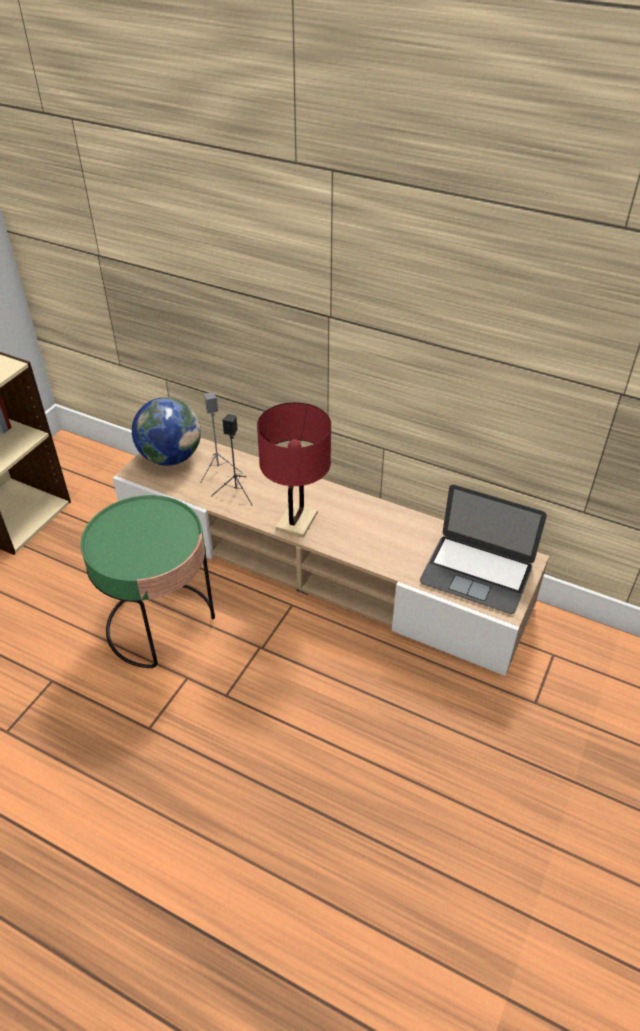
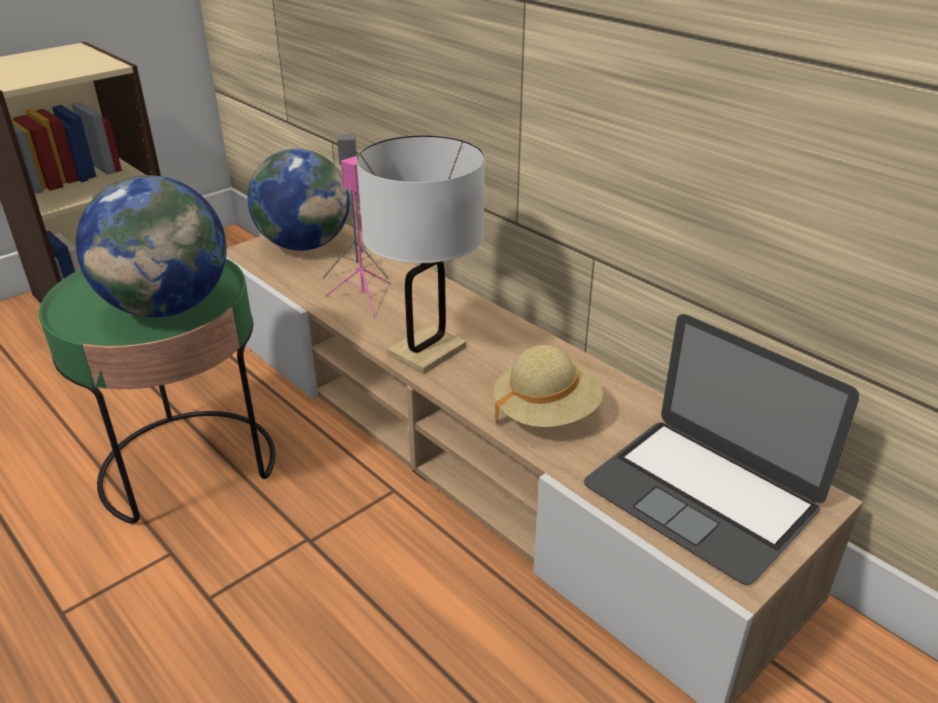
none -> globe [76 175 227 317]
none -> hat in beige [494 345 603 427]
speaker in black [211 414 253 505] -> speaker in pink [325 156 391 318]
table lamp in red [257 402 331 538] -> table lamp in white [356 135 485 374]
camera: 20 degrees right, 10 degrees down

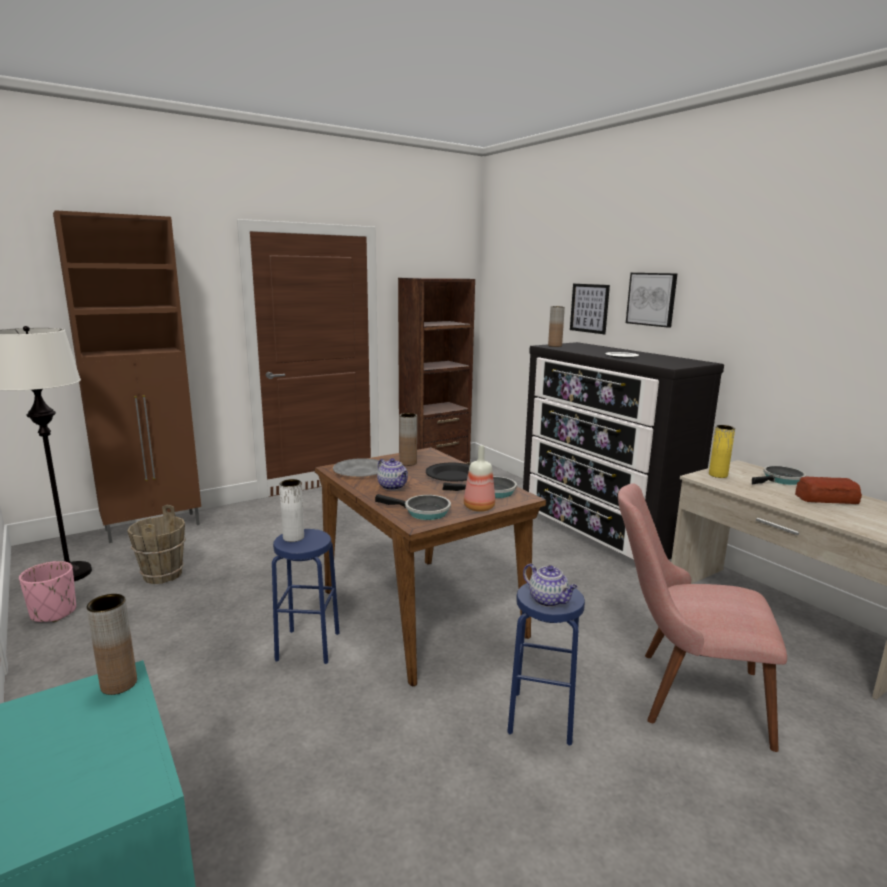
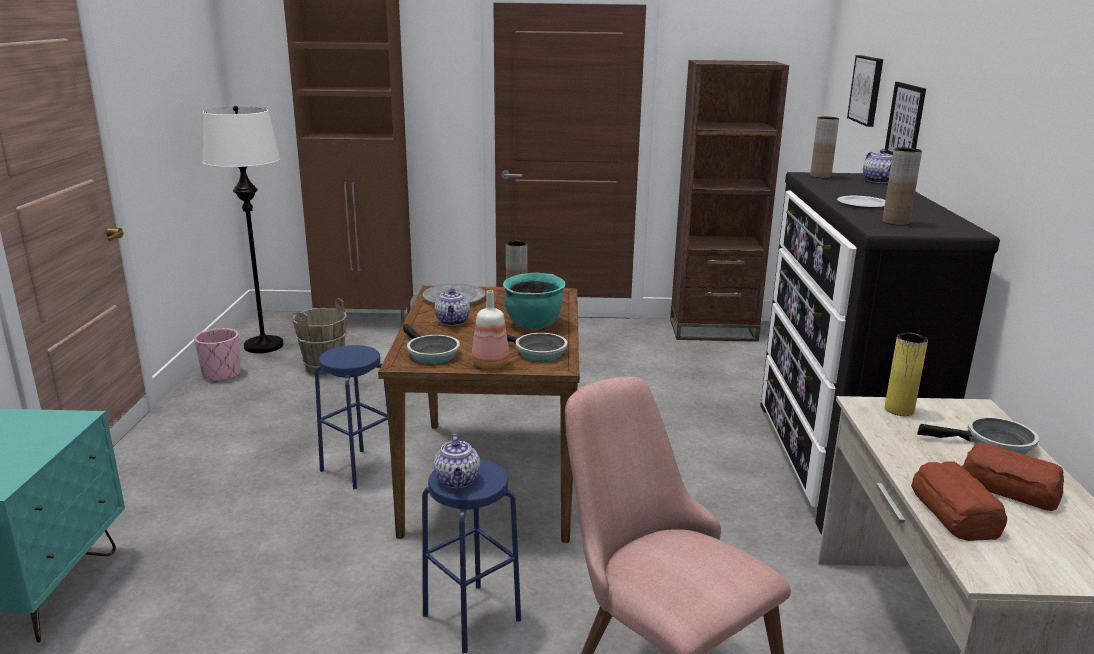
vase in white [279 479 304 542] -> none
none -> teapot [863 149 893 183]
none -> bread [911 461 1007 541]
vase in brown [86 594 137 695] -> vase in brown [882 148 922 225], move
picture [626 273 678 328] -> picture [847 55 883 127], move
plate in black [426 463 470 481] -> cooking pot in turquoise [503 273 566 329]
camera: 35 degrees right, 5 degrees up

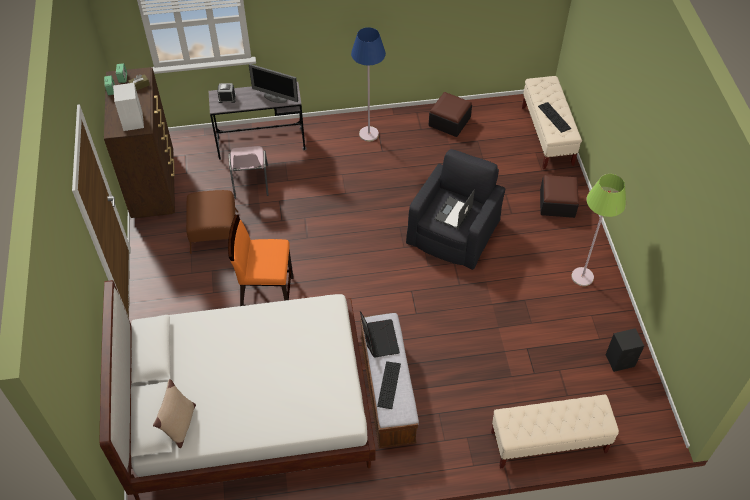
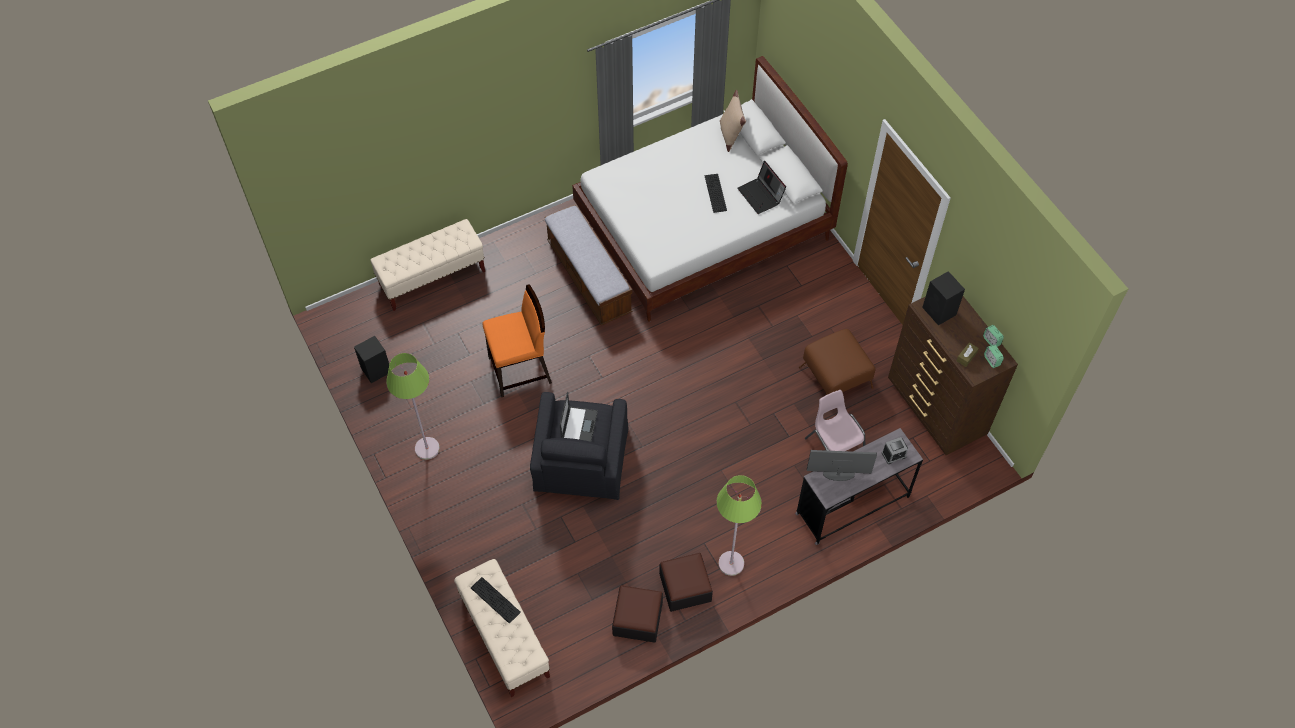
chair in orange [228 215 294 306] -> chair in orange [483 284 552 397], move
laptop [360 311 400 358] -> laptop [737 161 786 214], move
keyboard [377 361 401 409] -> keyboard [705 174 727 213], move
ottoman [540 175 579 218] -> ottoman [659 553 713 612], move
speaker in white [113 83 144 131] -> speaker in black [922 271 965 325]
floor lamp in blue [351 27 386 142] -> floor lamp in green [716 475 762 576]
camera: 160 degrees right, 5 degrees up

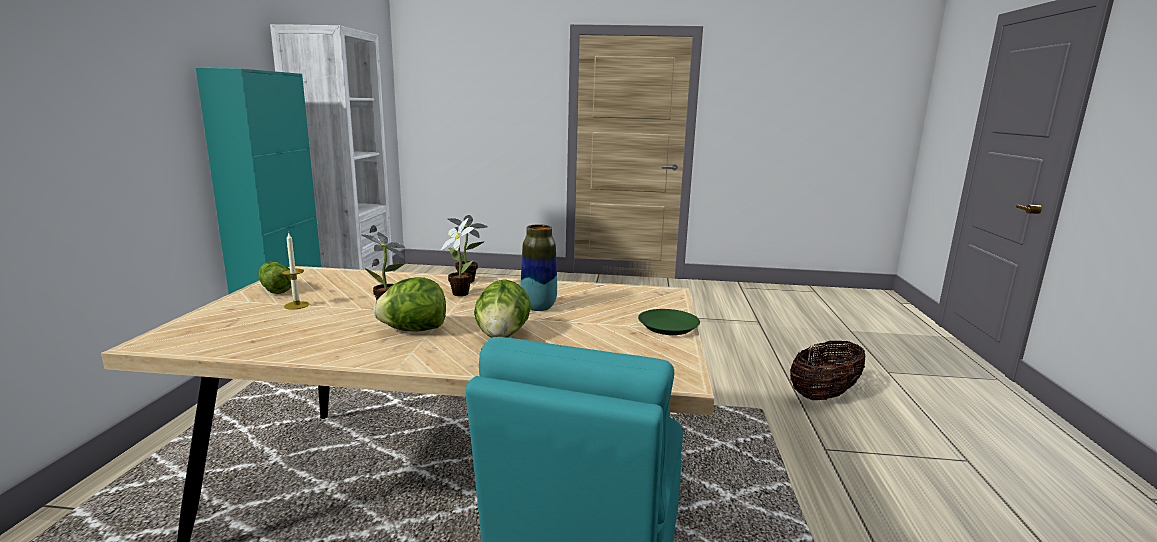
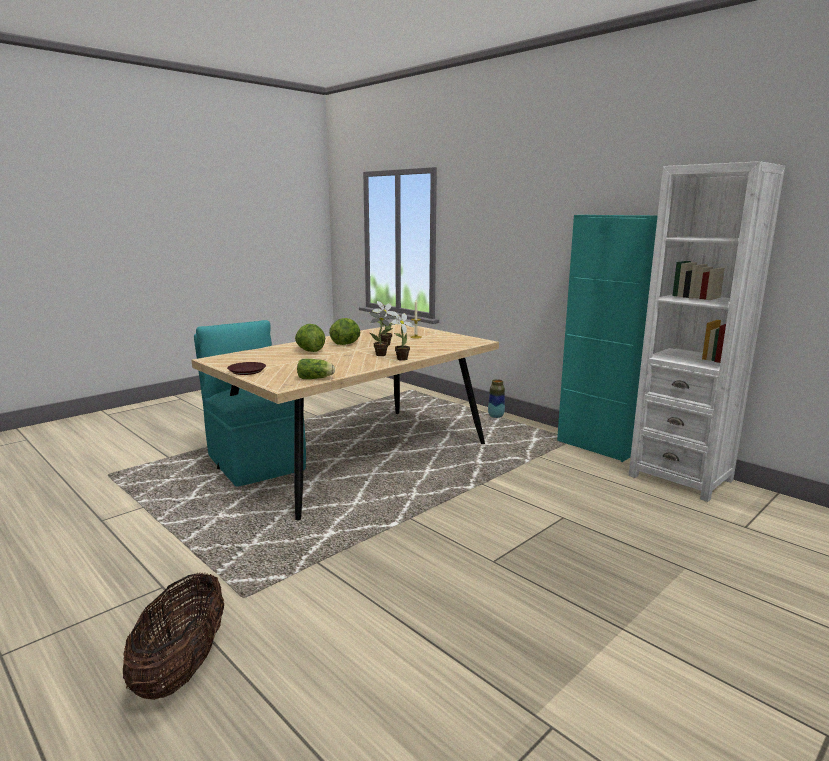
lettuce [258 262 291 294] -> lettuce [297 359 335 379], move
vase [520 224 557 311] -> vase [488 379 505 418], move
plate in green [638 309 700 335] -> plate in brown [227 362 266 375]
camera: 130 degrees right, 0 degrees up

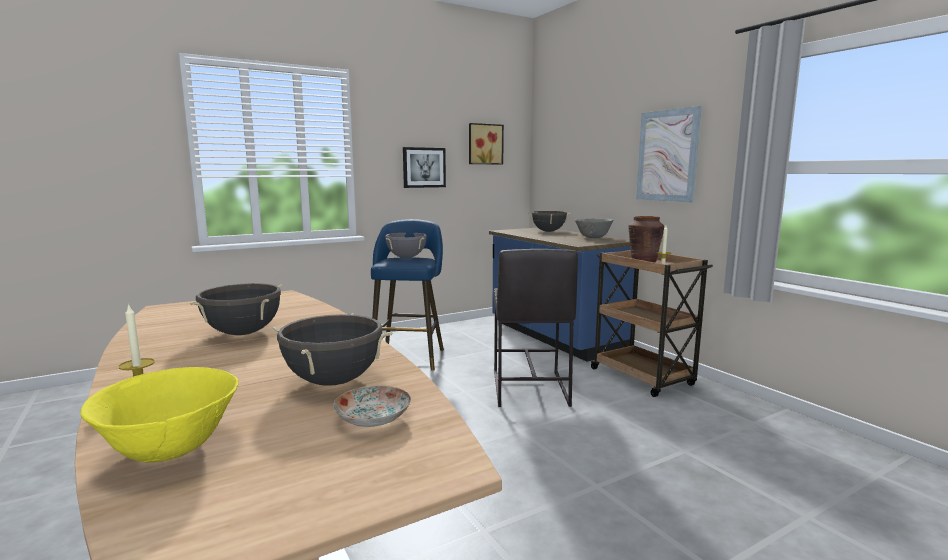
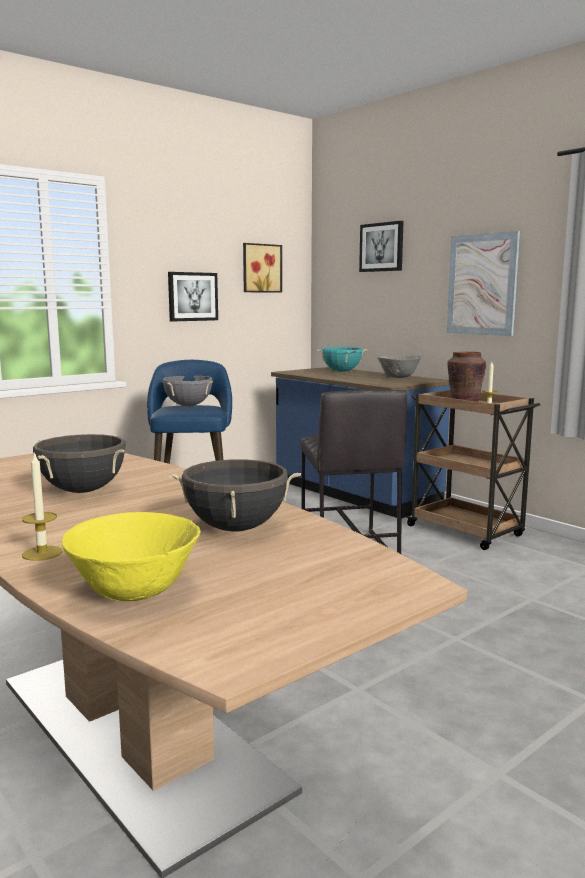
plate [333 386 411 427] -> none
none -> picture [359 221 404 272]
cooking pot in black [528 211 571 232] -> cooking pot in turquoise [317 347 367 372]
camera: 10 degrees left, 0 degrees up

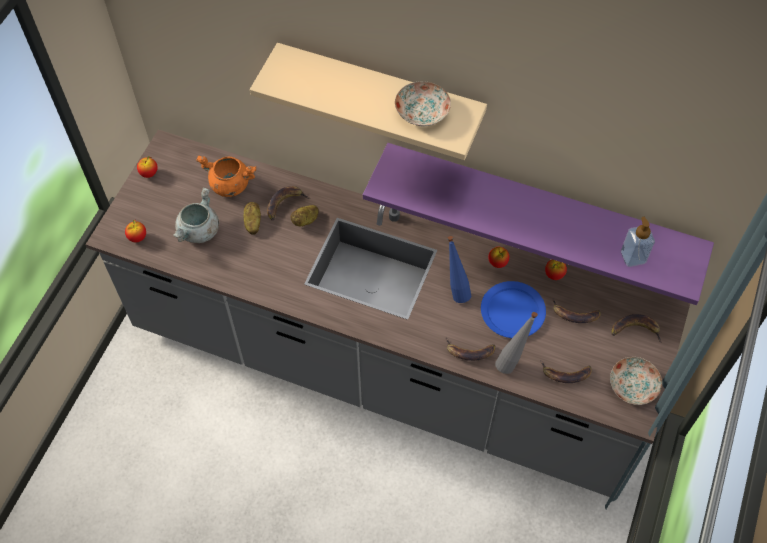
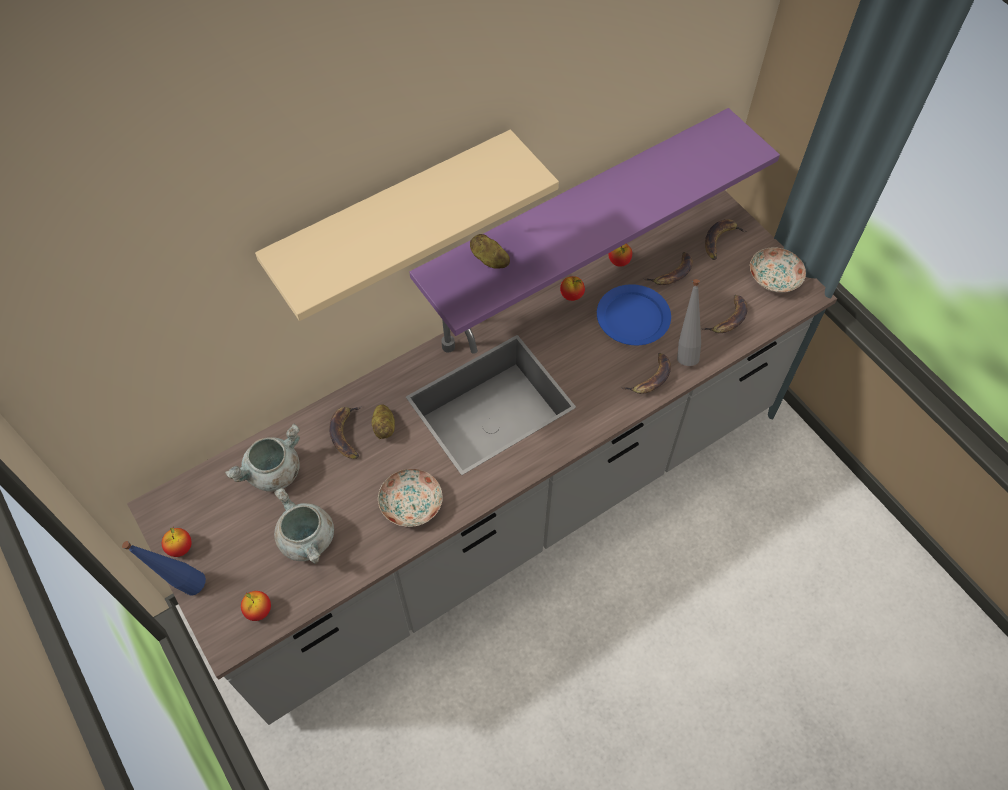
soap dispenser [621 217 655 267] -> none
potato [243 202 261 235] -> potato [470 234 510 269], move
plate [395 81 451 127] -> plate [378 469 443 527], move
bottle in blue [447 236 471 303] -> bottle in blue [122 541 206 596], move
cooking pot in orange [196 156 256 197] -> cooking pot in grey [225 424 300 492]
camera: 55 degrees left, 0 degrees up

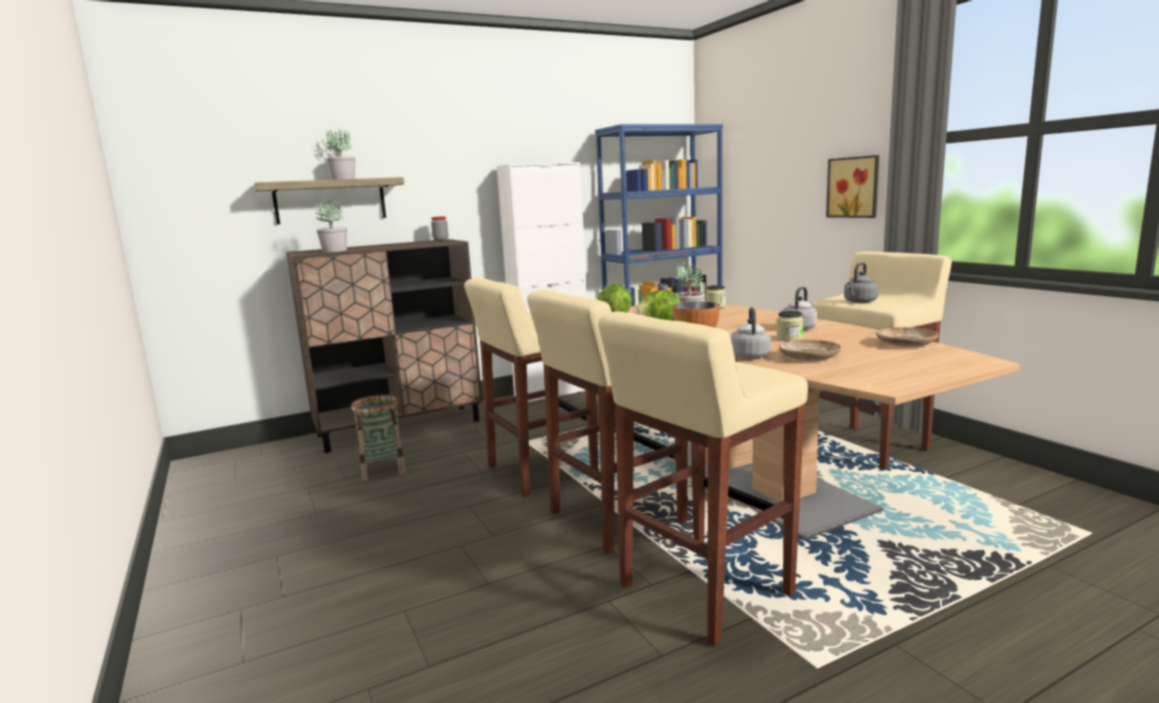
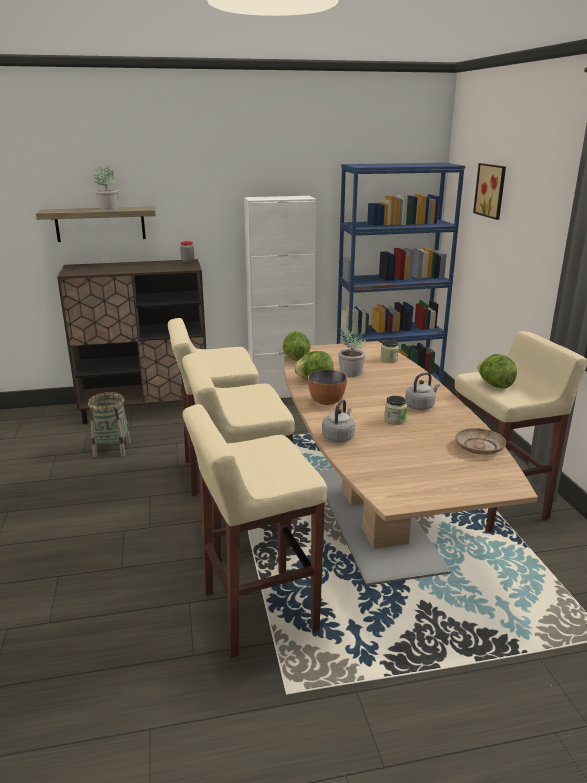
potted plant [315 198 347 252] -> none
plate in beige [779 340 841 361] -> none
picture [826 155 879 218] -> picture [473 163 506 220], move
kettle in grey [844 262 879 303] -> lettuce [477 354 517 389]
camera: 15 degrees right, 10 degrees up

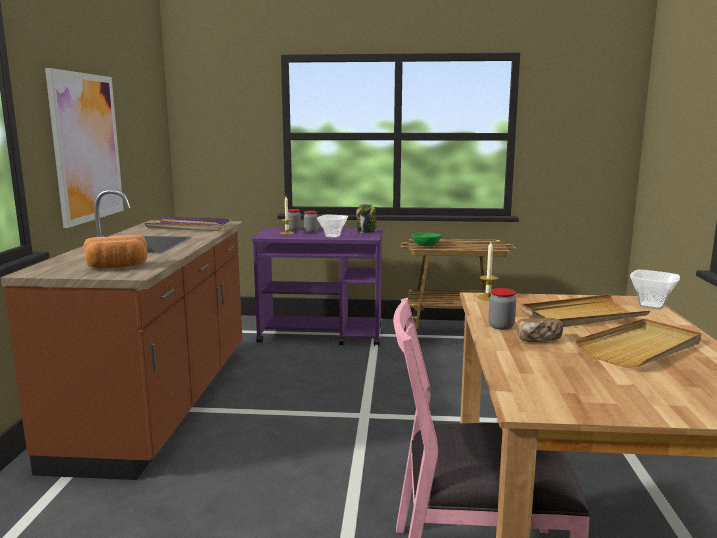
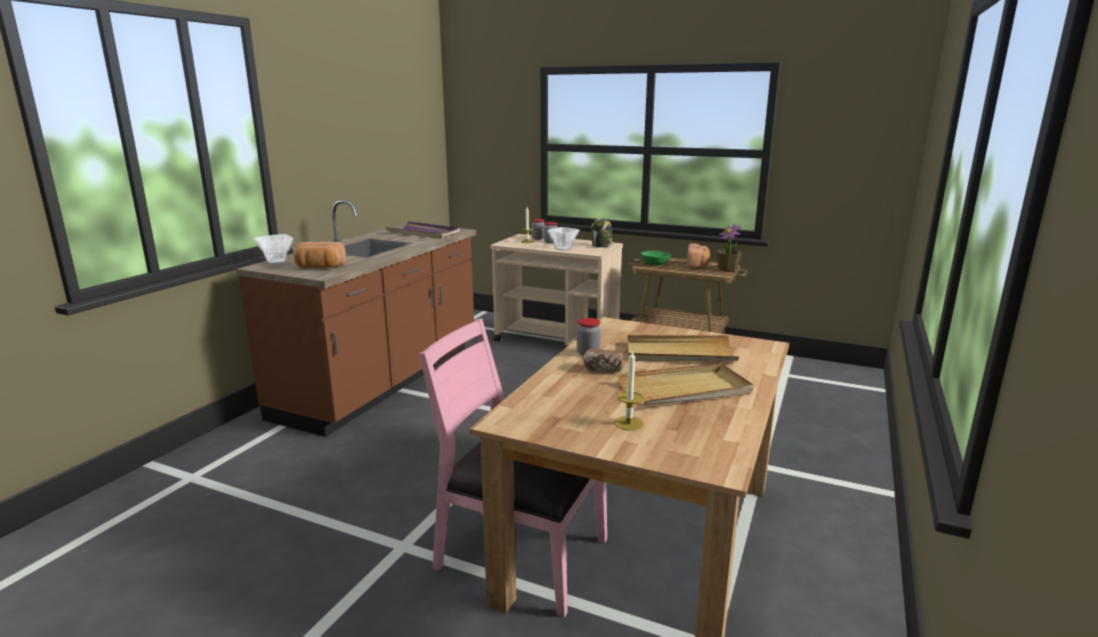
picture [45 68 124 228] -> none
none -> bread [687 243 710 268]
none -> potted plant [716 224 742 271]
candle [477 242 498 301] -> candle [615 349 644 431], move
bowl [630 269 680 310] -> bowl [254 234 293 265], move
cart in purple [252 227 383 346] -> cart in beige [490 234 623 349]
camera: 20 degrees right, 5 degrees up

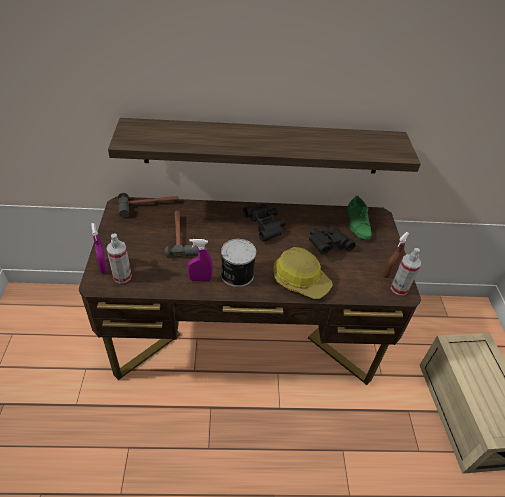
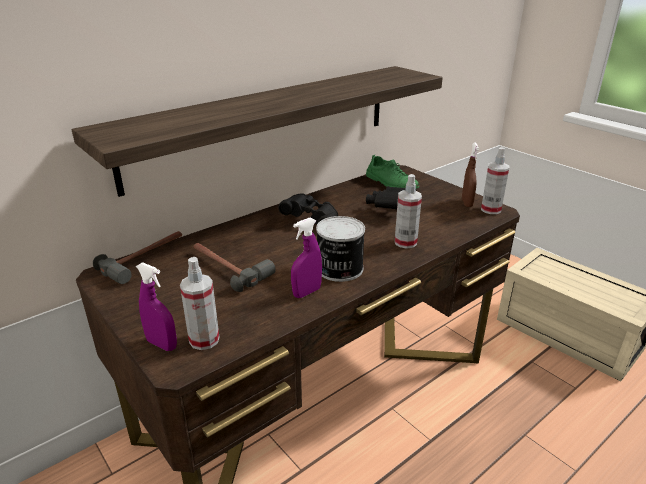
hard hat [273 247 333 299] -> spray bottle [395 174 422 249]
camera: 35 degrees left, 15 degrees down

